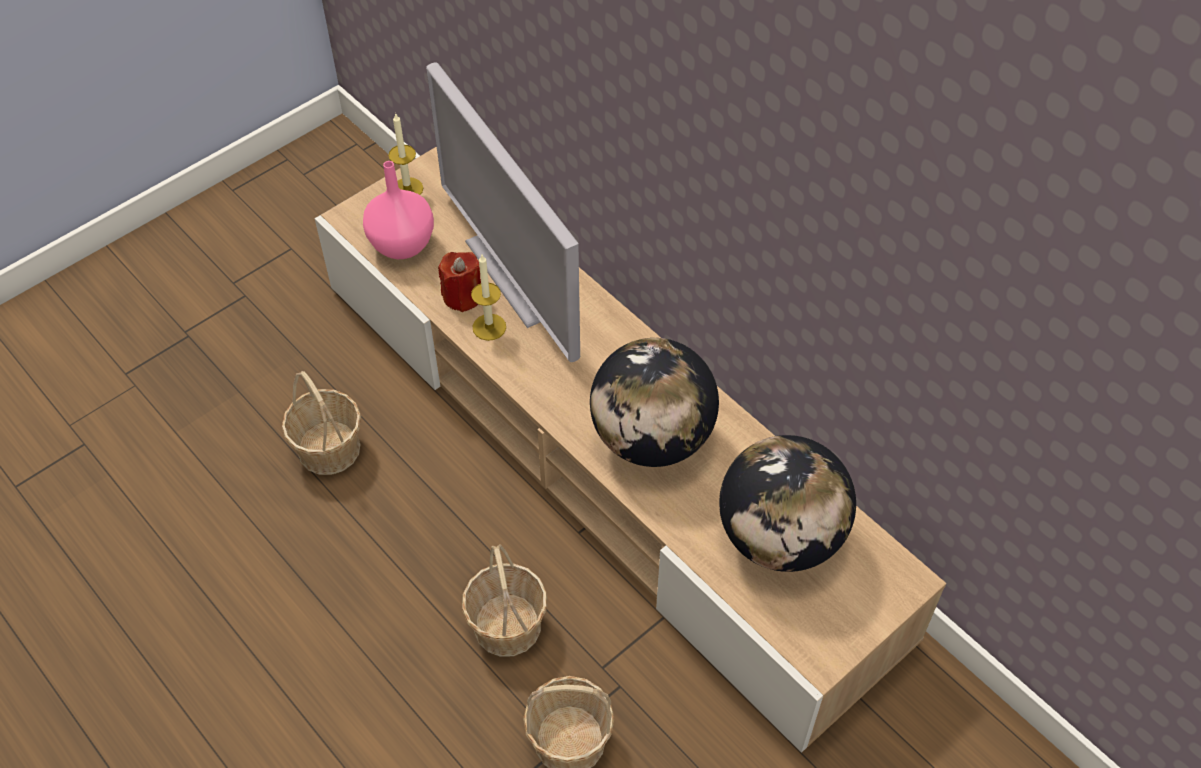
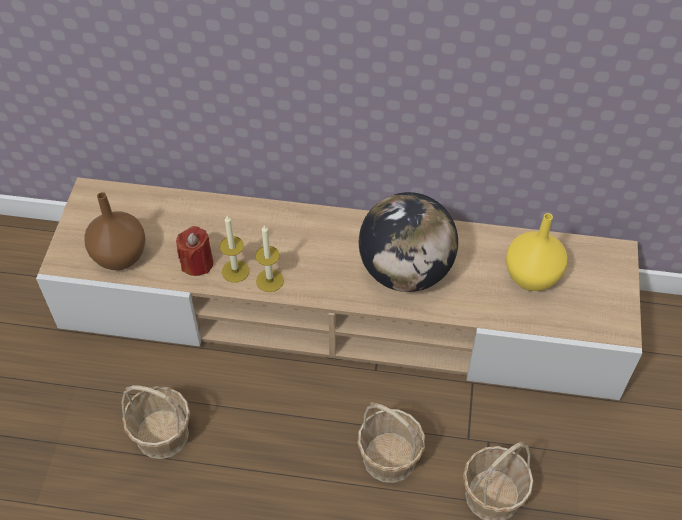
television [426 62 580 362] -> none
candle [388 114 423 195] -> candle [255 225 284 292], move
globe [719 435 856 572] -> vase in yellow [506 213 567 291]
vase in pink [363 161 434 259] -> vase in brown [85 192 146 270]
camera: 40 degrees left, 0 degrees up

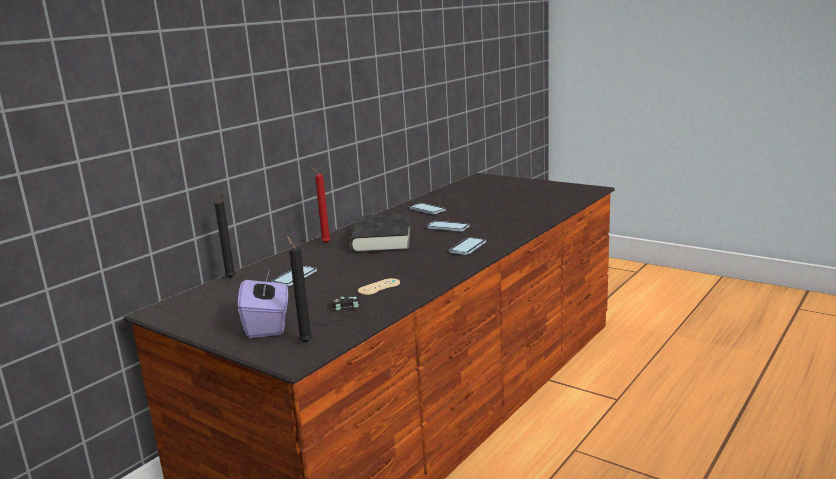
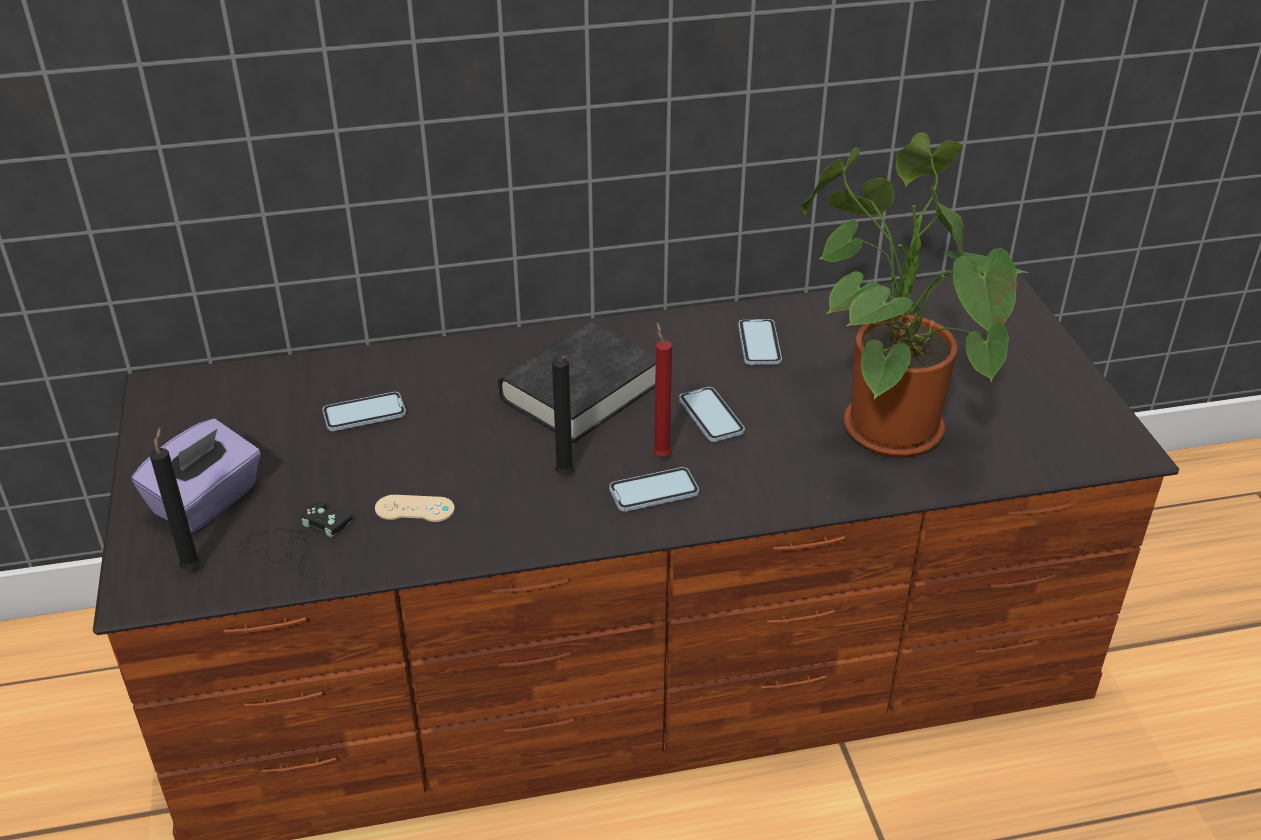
none -> potted plant [800 133 1029 458]
candle in black [215 195 236 278] -> candle in black [552 356 574 475], move
candle in red [311 167 330 243] -> candle in red [653 323 672 457], move
camera: 40 degrees right, 20 degrees up

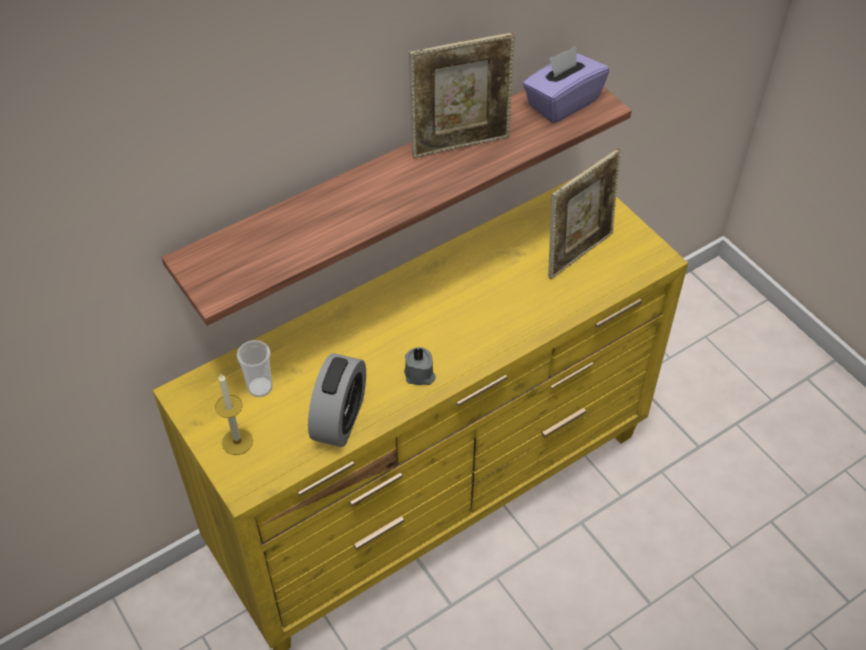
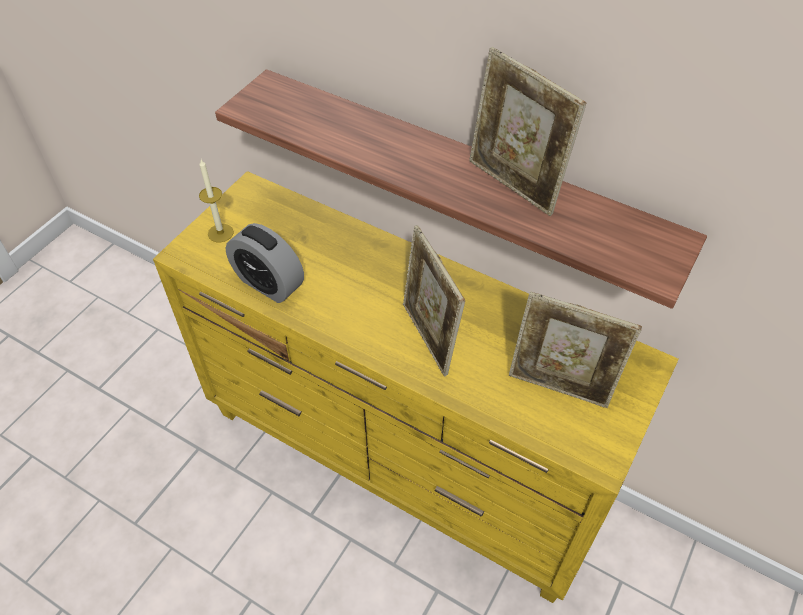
cup [237 340 273 397] -> none
candle in grey [404 347 436 385] -> none
tissue box in purple [523 46 609 123] -> none
none -> picture frame [403 225 465 377]
alarm clock [308 353 366 447] -> alarm clock [225 223 304 303], 45 degrees clockwise
camera: 65 degrees right, 0 degrees up

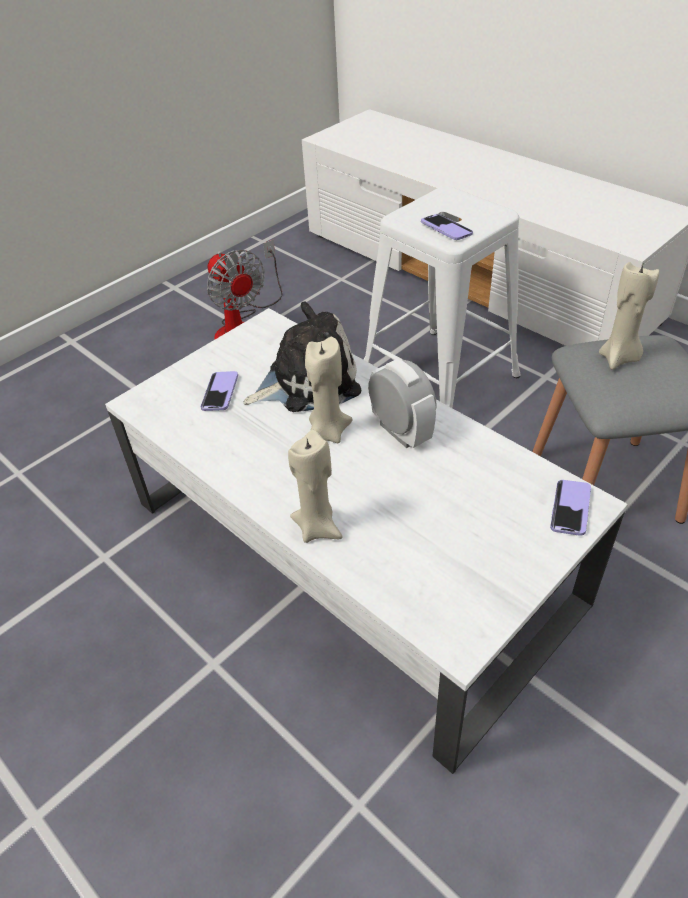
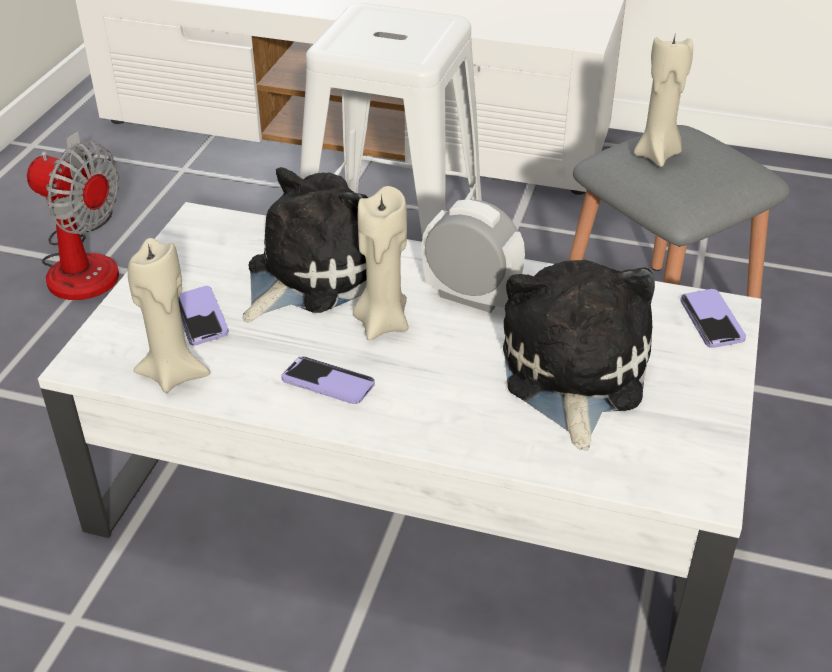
none -> plush toy [503 260 655 450]
candle in beige [288 430 343 543] -> candle in beige [128 238 211 393], move
phone [421 214 473 240] -> phone [282 356 375 404], move
camera: 30 degrees left, 5 degrees down

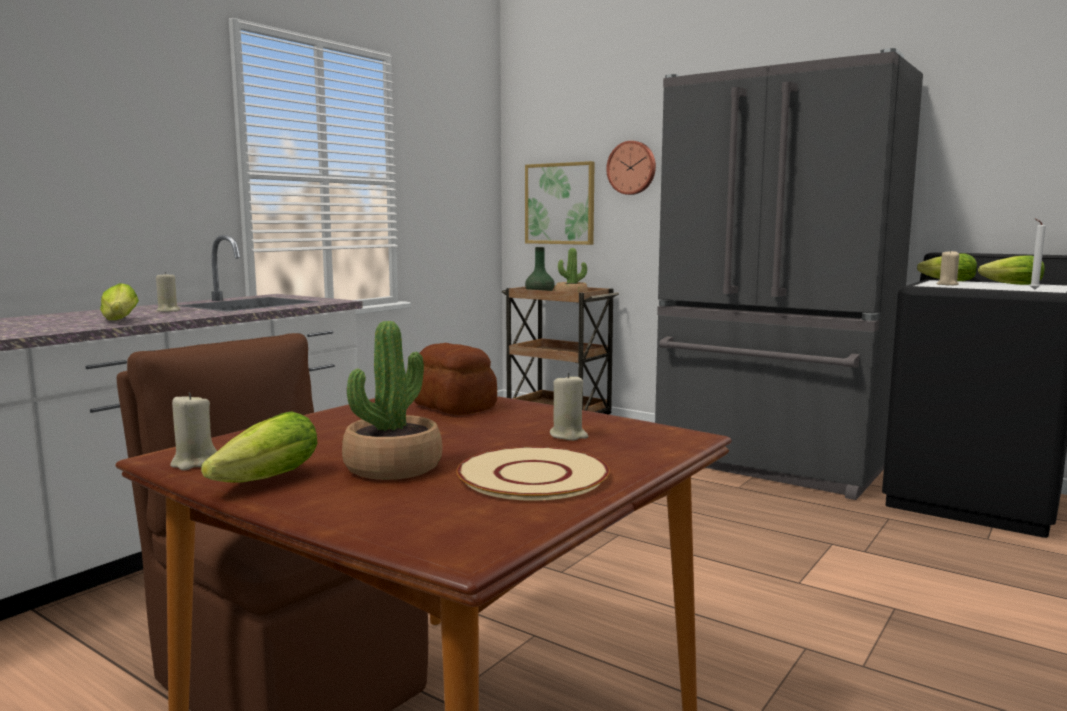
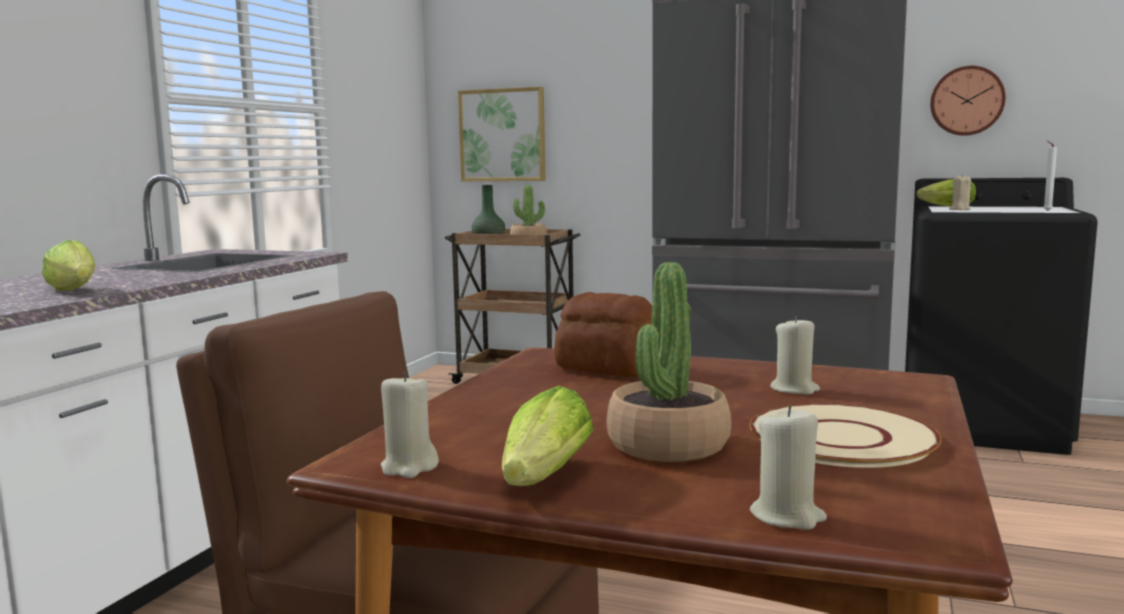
lettuce [978 255 1045 285] -> none
candle in beige [156 272 181 312] -> candle in beige [750 405 827 530], move
wall clock [606 141 656 195] -> wall clock [930 66 1006 136], move
camera: 15 degrees left, 0 degrees up

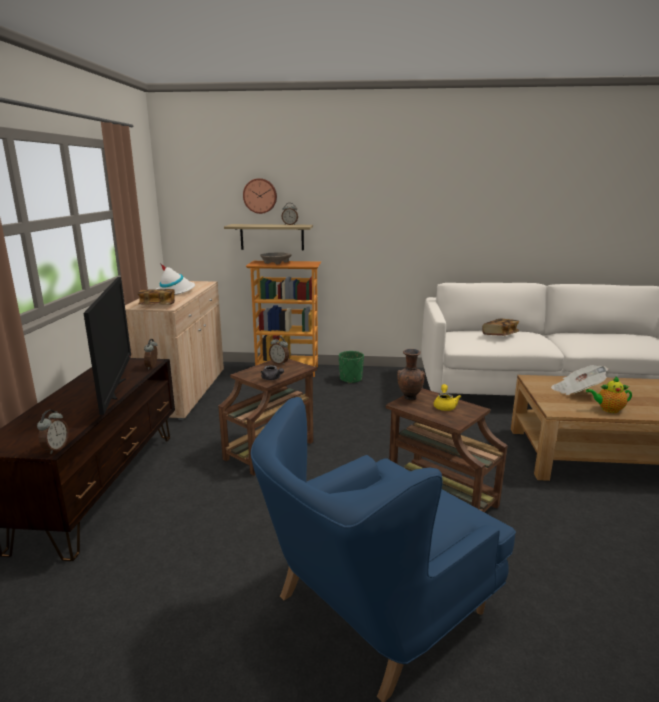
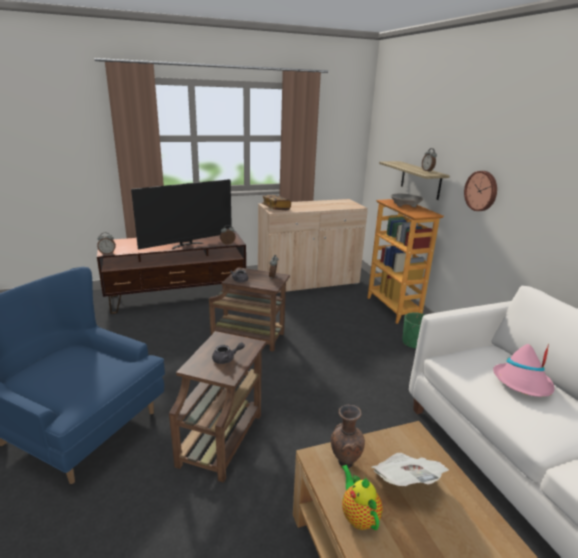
hat in white [157 263 195 295] -> none
wall clock [243 178 277 214] -> wall clock [464 171 497 211], move
vase in brown [397 349 425 400] -> vase in brown [331 405 365 468], move
book [482 319 519 336] -> hat in pink [493 344 555 397]
teapot in yellow [434 384 461 411] -> teapot in grey [212 342 245 364]
camera: 65 degrees right, 5 degrees up

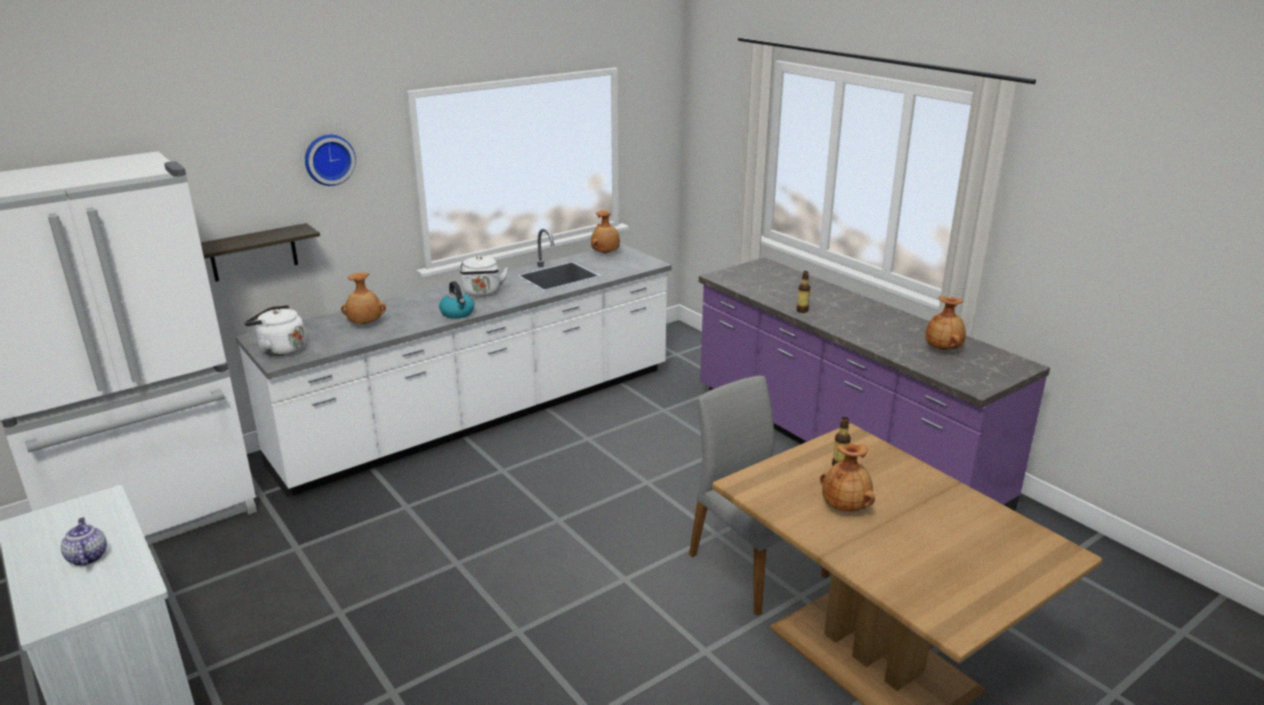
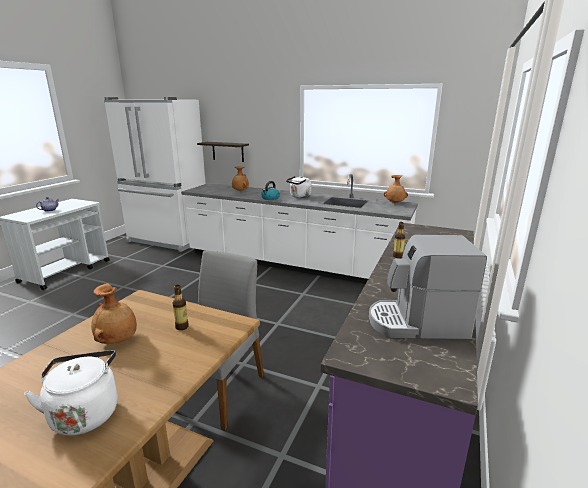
wall clock [305 135 356 186] -> none
kettle in white [244 305 306 356] -> kettle in white [24 350 118 436], move
vase in brown [925 296 966 350] -> coffee machine [369 234 487 339]
camera: 60 degrees right, 5 degrees down

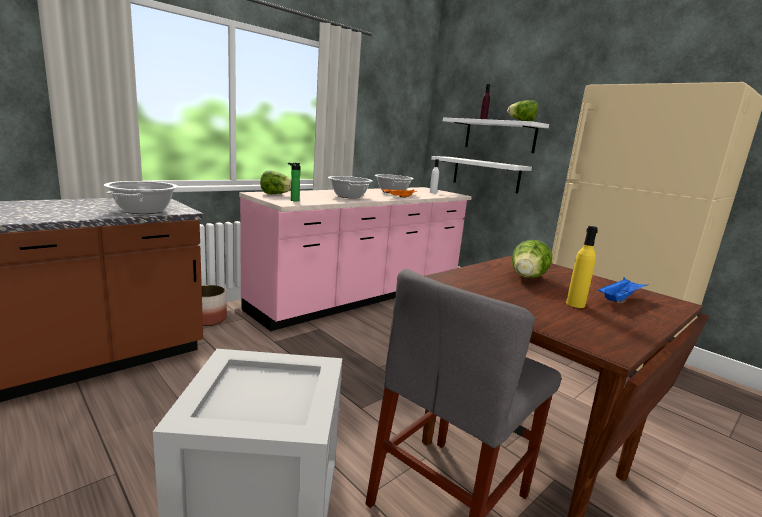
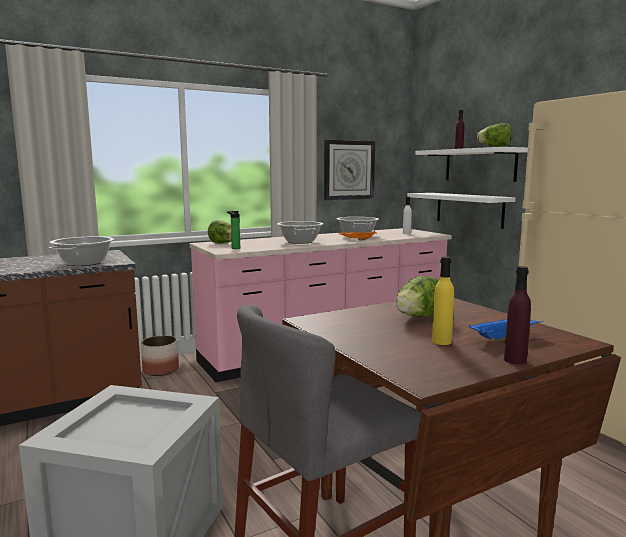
none -> wall clock [324 140 375 200]
none -> bottle in purple [504 266 531 365]
camera: 15 degrees right, 5 degrees down

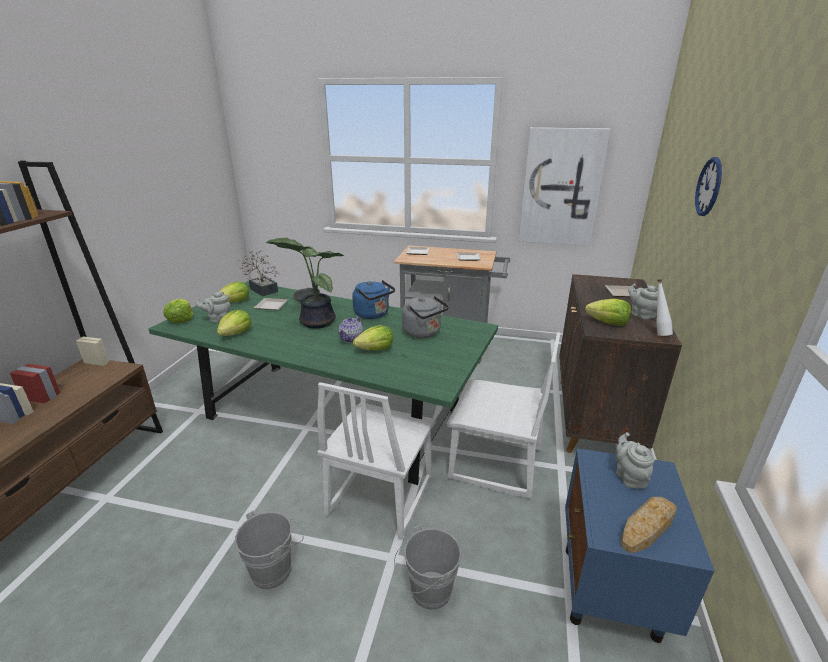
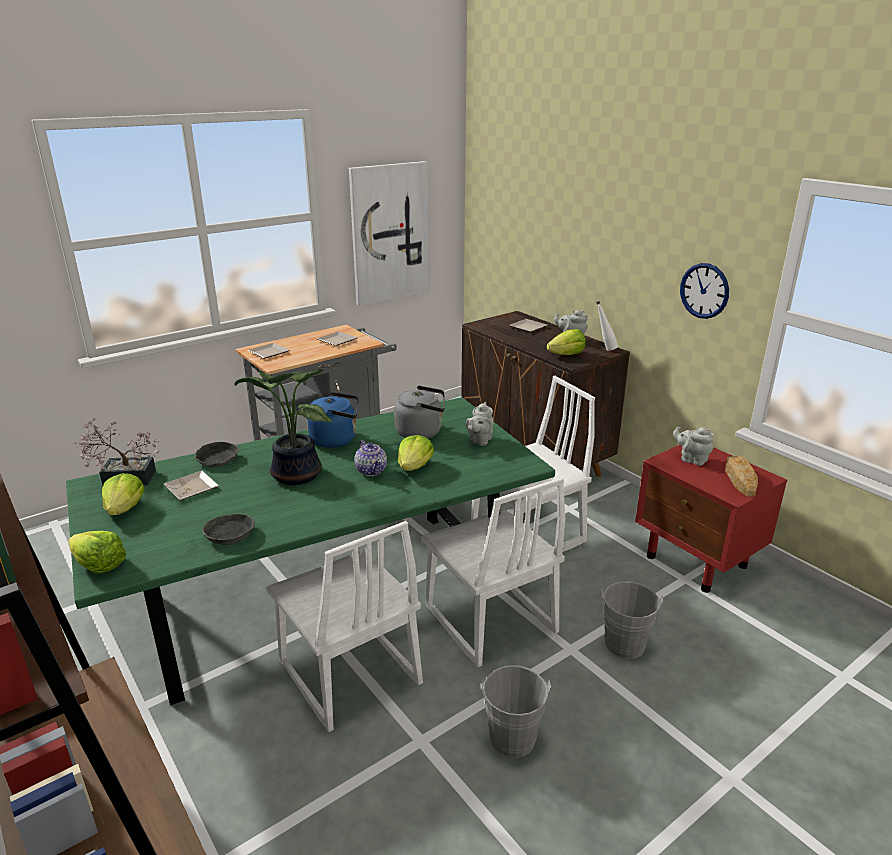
none -> chair in white [266 521 423 732]
teapot in grey [196 292 231 323] -> teapot in grey [466 402 494 446], move
wall clock [695 157 722 216] -> wall clock [680 263 729 319], move
lettuce [217 310 251 336] -> bowl in grey [202 514 255 545]
nightstand in blue [565 449 715 643] -> nightstand in red [635 445 787 593]
camera: 50 degrees left, 0 degrees up

